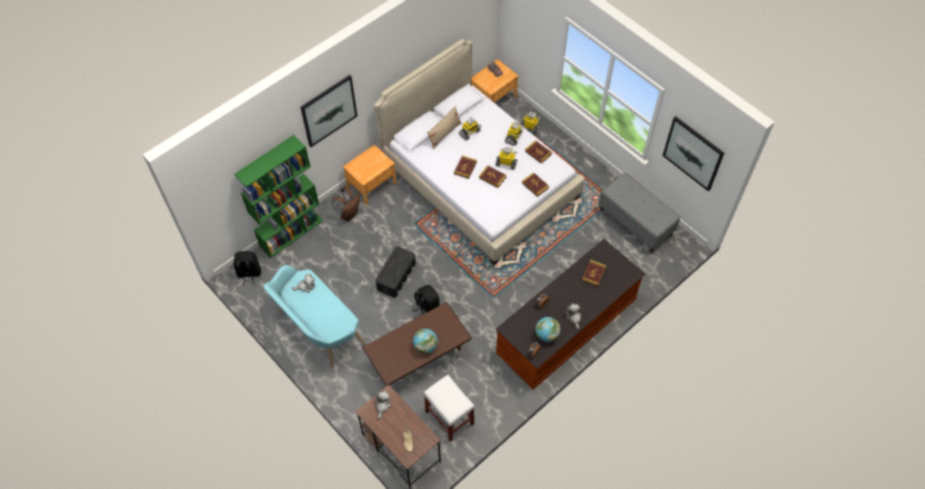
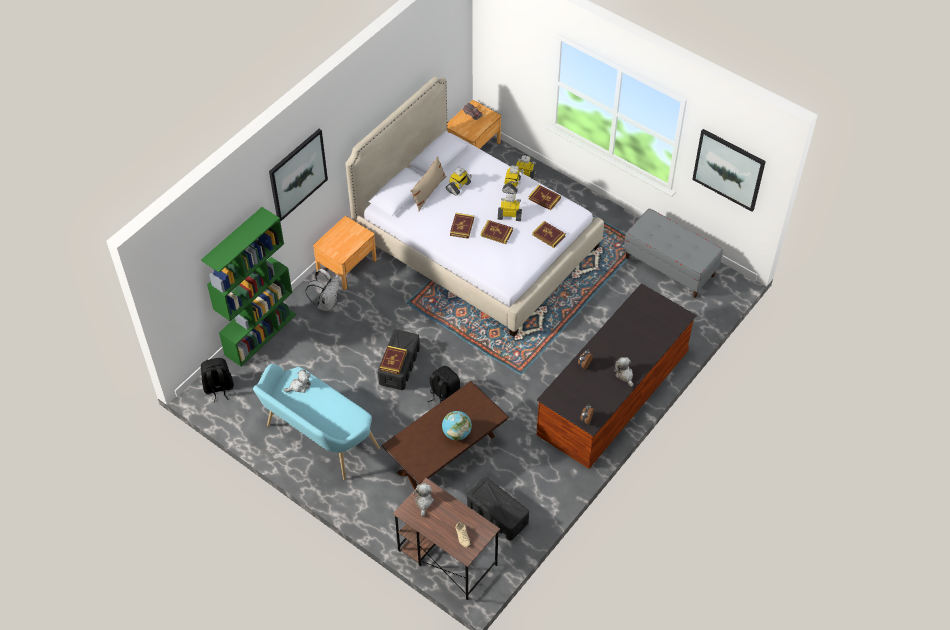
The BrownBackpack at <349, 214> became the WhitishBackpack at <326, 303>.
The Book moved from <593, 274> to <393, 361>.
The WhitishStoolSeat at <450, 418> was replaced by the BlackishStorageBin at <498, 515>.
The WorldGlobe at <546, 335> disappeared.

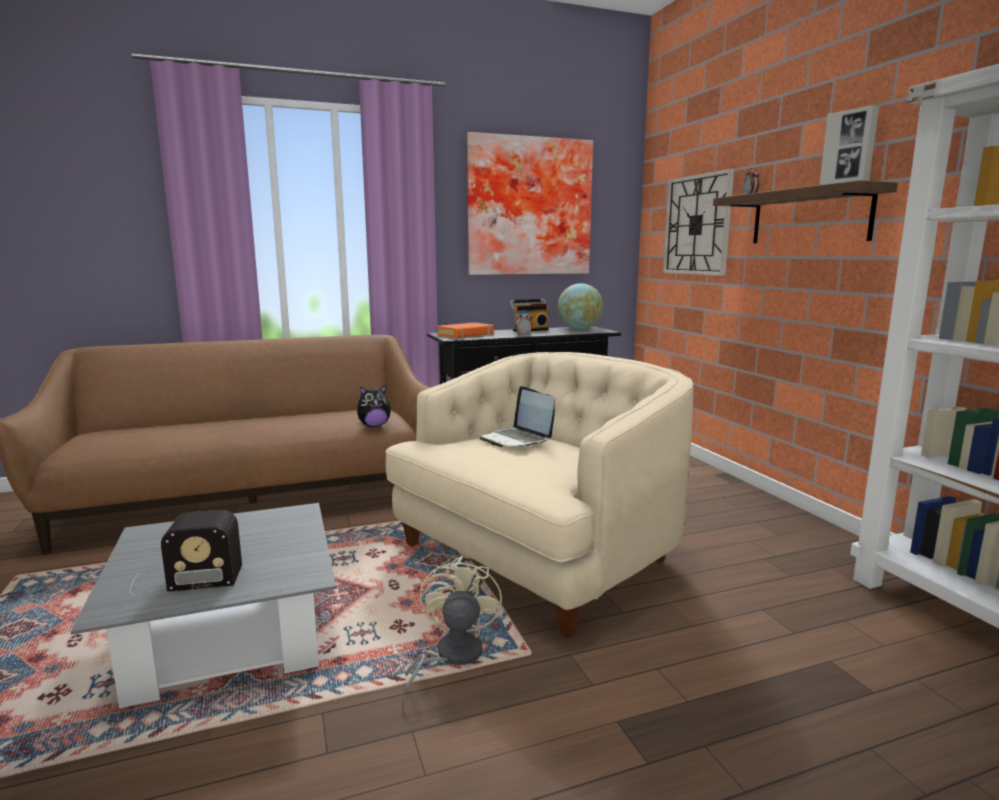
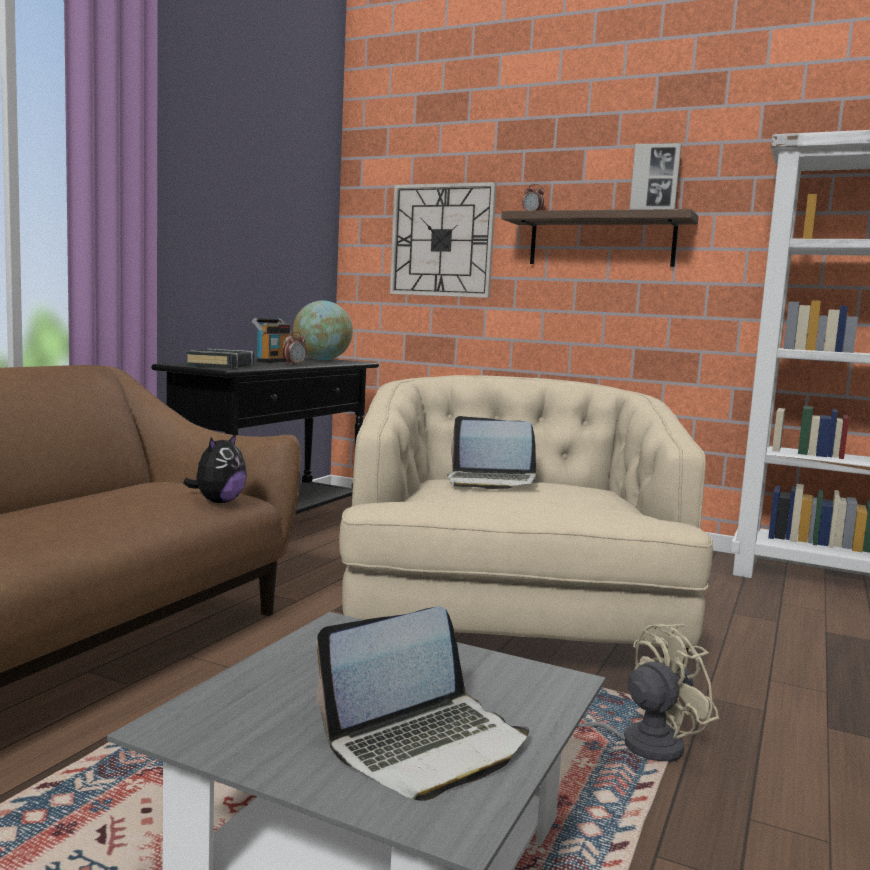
The OrangeColouredBook at <465, 334> became the BlackishBook at <221, 365>.
The RadioReceiver at <183, 578> was replaced by the PortableComputer at <426, 745>.
The BeigeElectricFan at <450, 657> turned 105 degrees clockwise.
The Picture at <528, 207> disappeared.

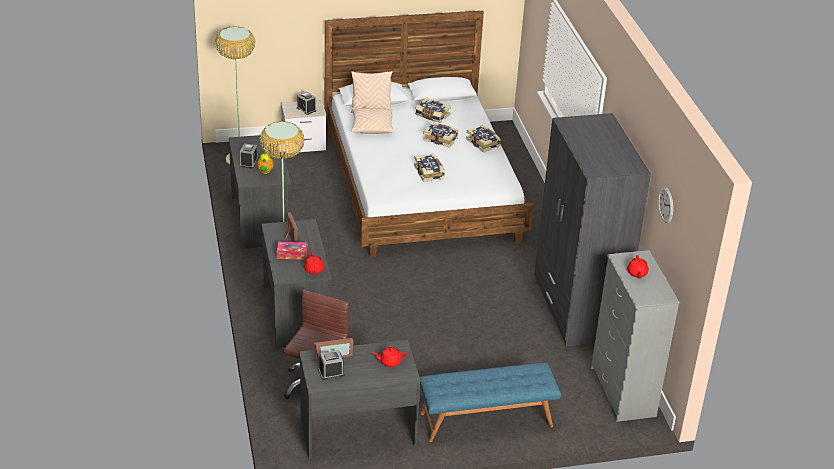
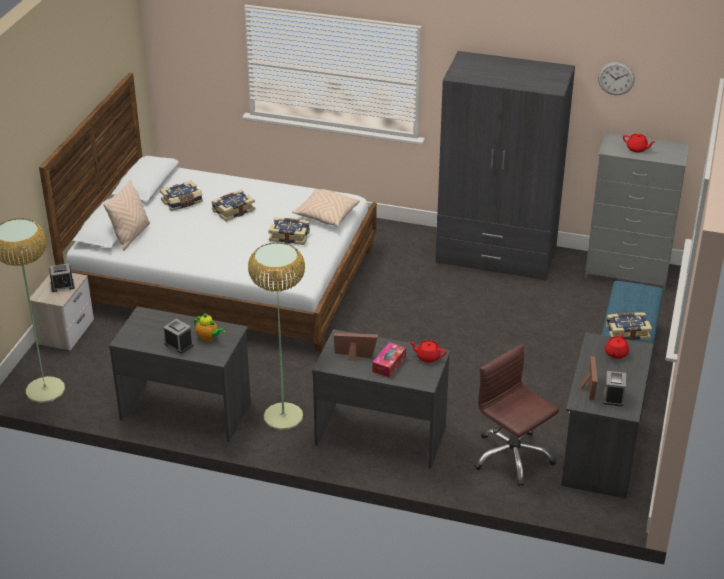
The BeigePillow moved from <372, 127> to <326, 215>.
The Book moved from <483, 143> to <627, 332>.

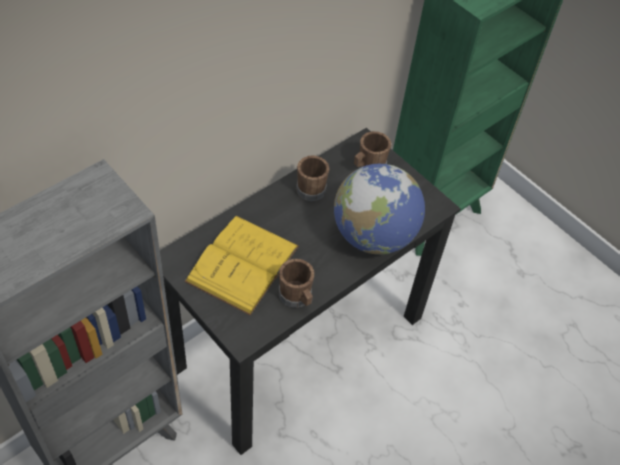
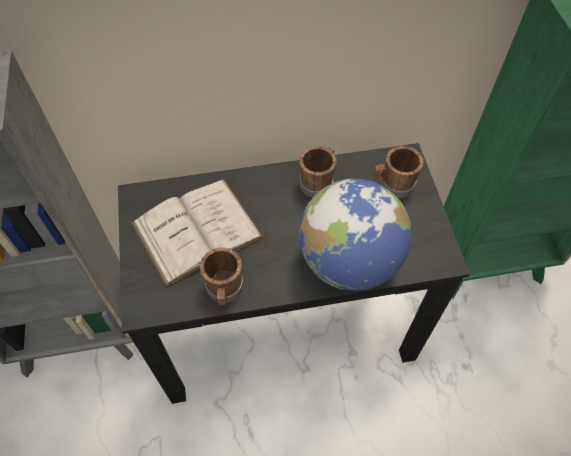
The YellowishBook at <243, 264> became the WhitishBook at <197, 230>.

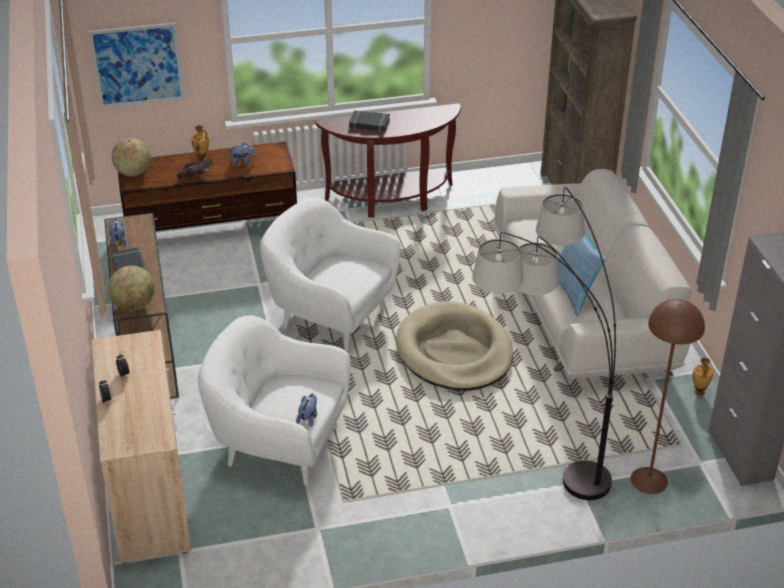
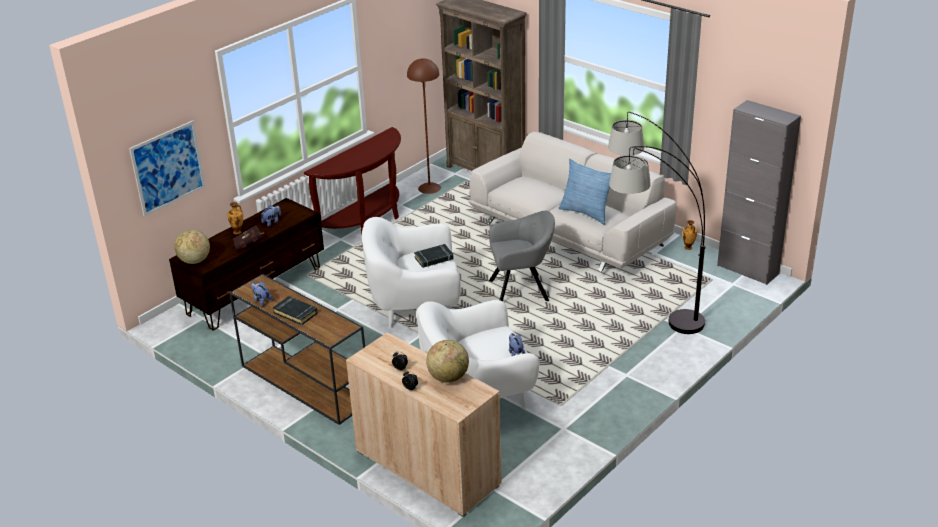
The BrownFloorLamp moved from <648, 480> to <429, 188>.
The BlackishBook moved from <369, 124> to <434, 258>.
The WorldGlobe moved from <134, 305> to <448, 377>.
The BeigePetBed at <454, 352> was replaced by the GreyishEasyChair at <521, 290>.

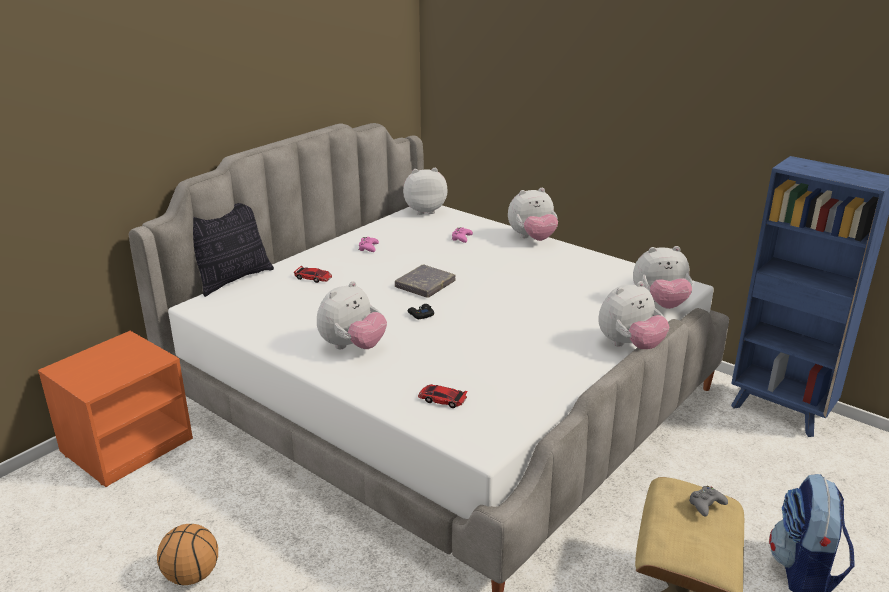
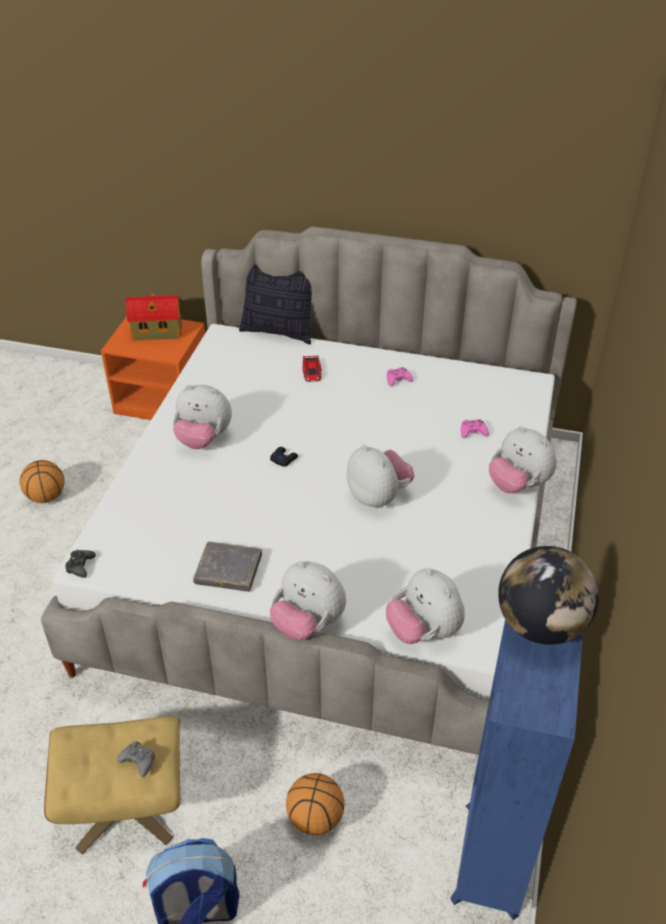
The BlackishJoypad at <80, 566> appeared.
The MiniatureHouse at <158, 333> appeared.
The GreyishBook moved from <425, 284> to <228, 569>.
The BallForBasketball at <314, 818> appeared.
The CuddlyToy moved from <424, 210> to <378, 496>.
The WorldGlobe at <541, 625> appeared.
The MiniatureCar at <442, 399> disappeared.

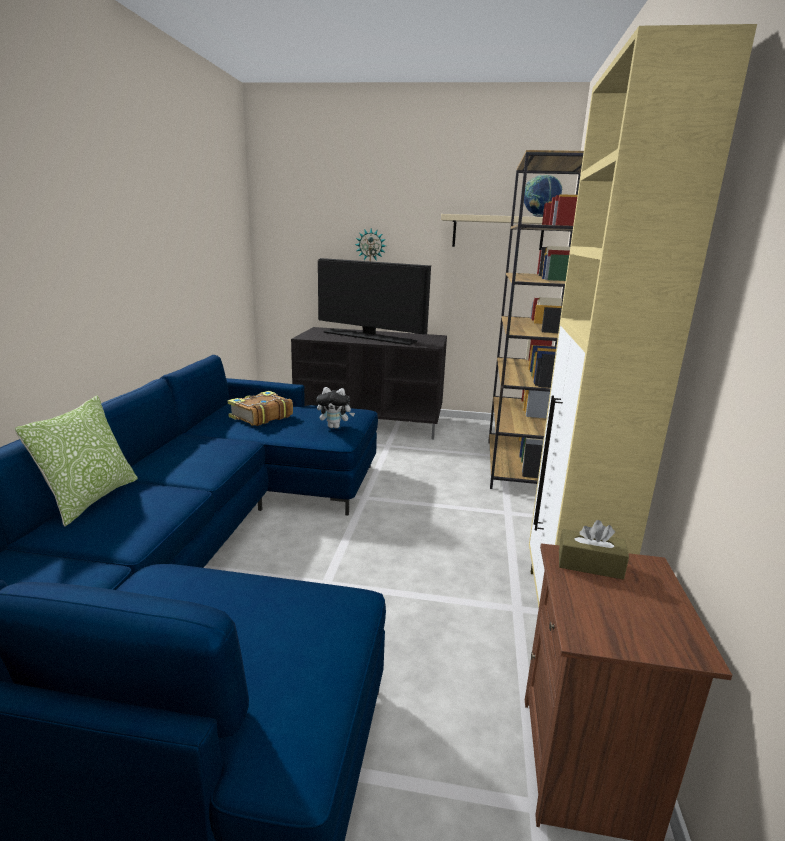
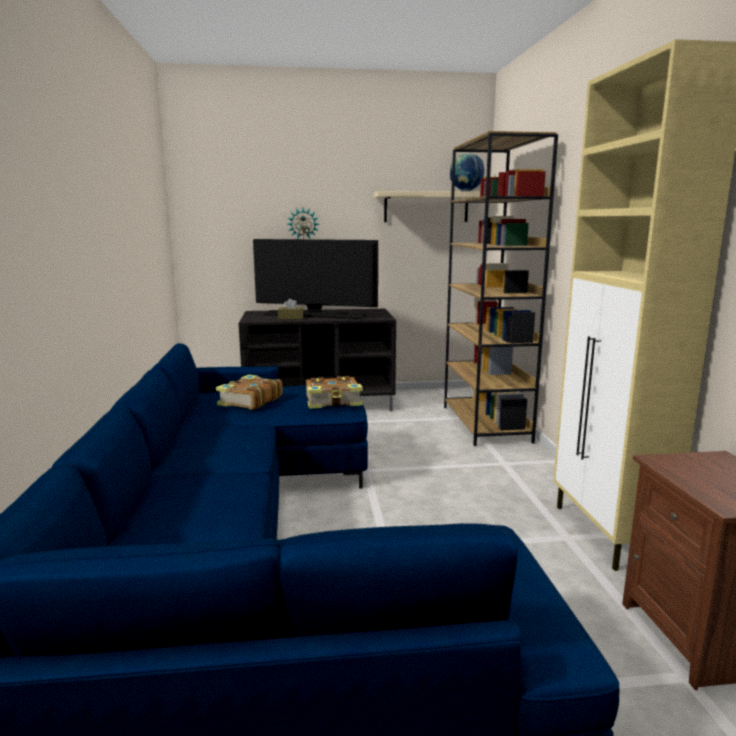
The BrownTissueHolder moved from <590, 564> to <291, 318>.
The CuddlyToy at <335, 427> was replaced by the Book at <334, 401>.
The Pillow at <91, 499> disappeared.

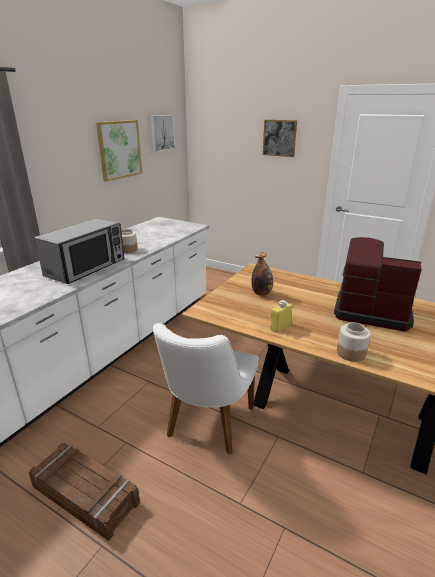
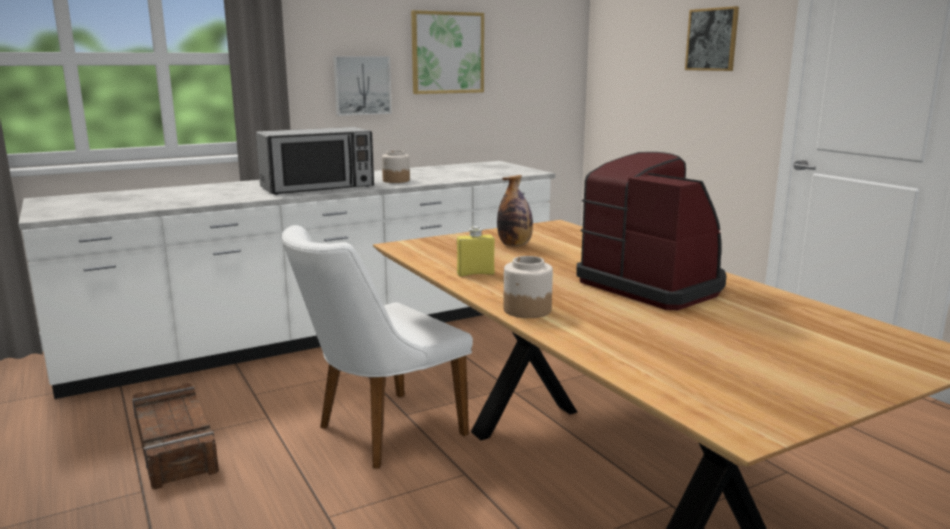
The Picture moved from <161, 133> to <361, 85>.

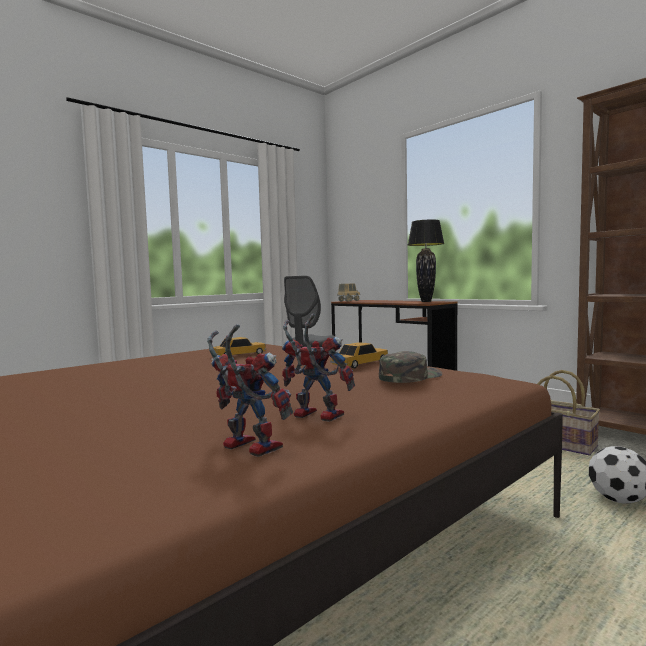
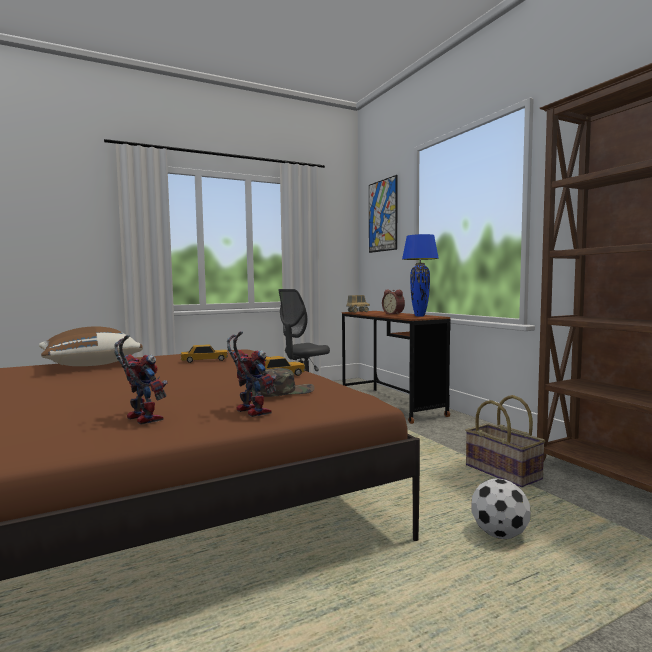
The BrownPillow at <90, 365> appeared.
The RobotFigure moved from <245, 447> to <249, 411>.
The Picture at <383, 215> appeared.
The BedsideClock at <394, 314> appeared.
The BlackishLampForATable at <425, 301> became the BlueColouredLampForATable at <419, 316>.

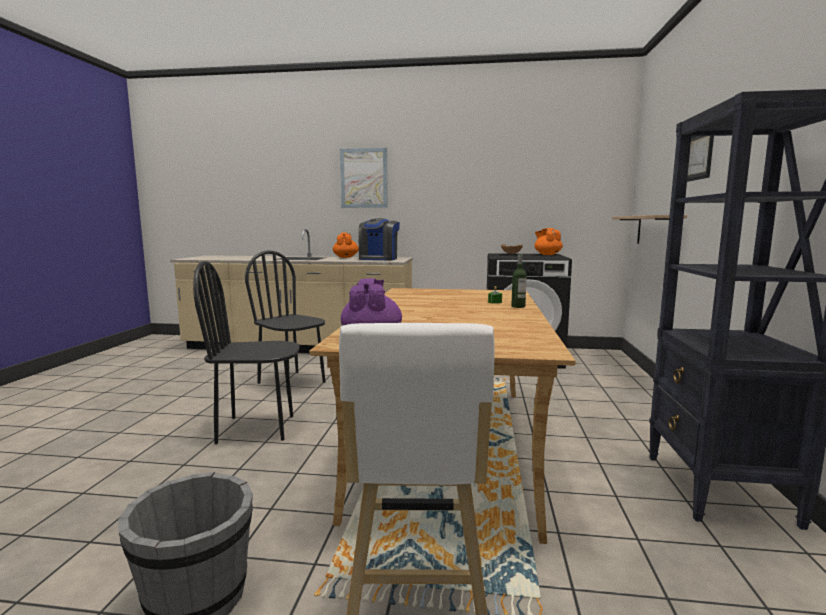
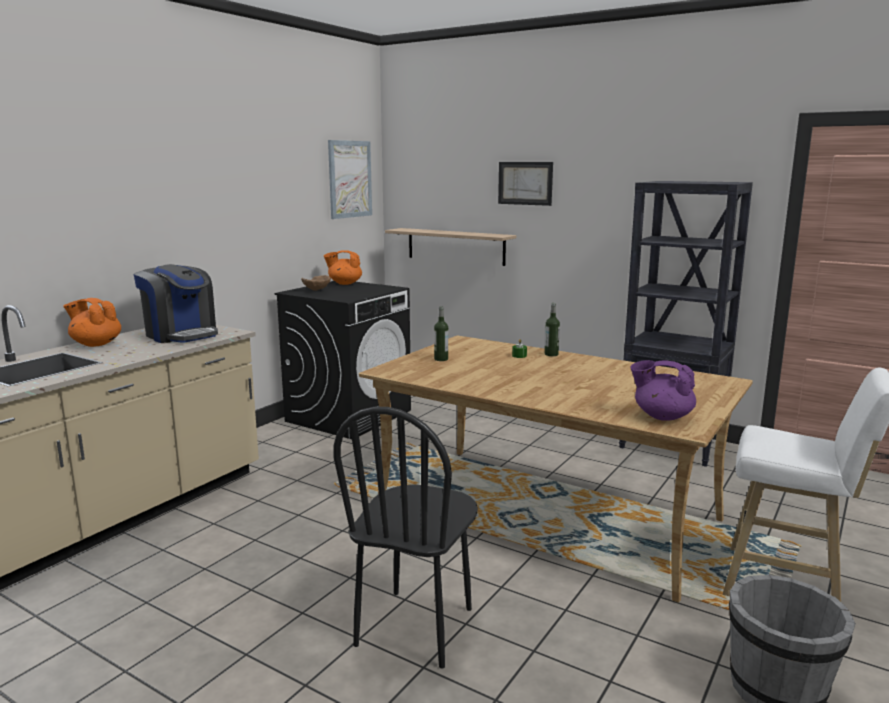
The Picture moved from <364, 178> to <350, 179>.
The Bottle at <441, 359> appeared.
The BlackishPlainChair at <292, 382> disappeared.

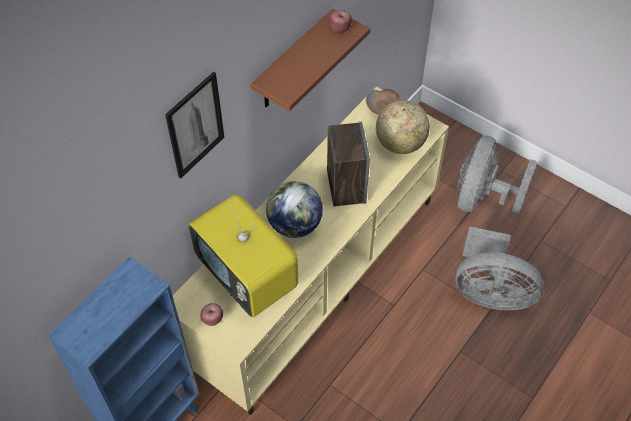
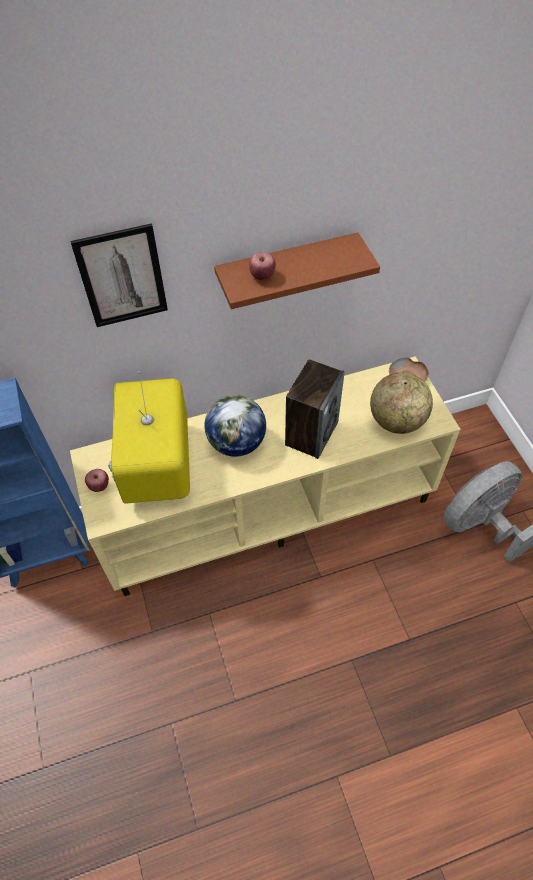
The AppleFruit moved from <340, 29> to <262, 276>.
The GreyishElectricFan at <489, 292> disappeared.

